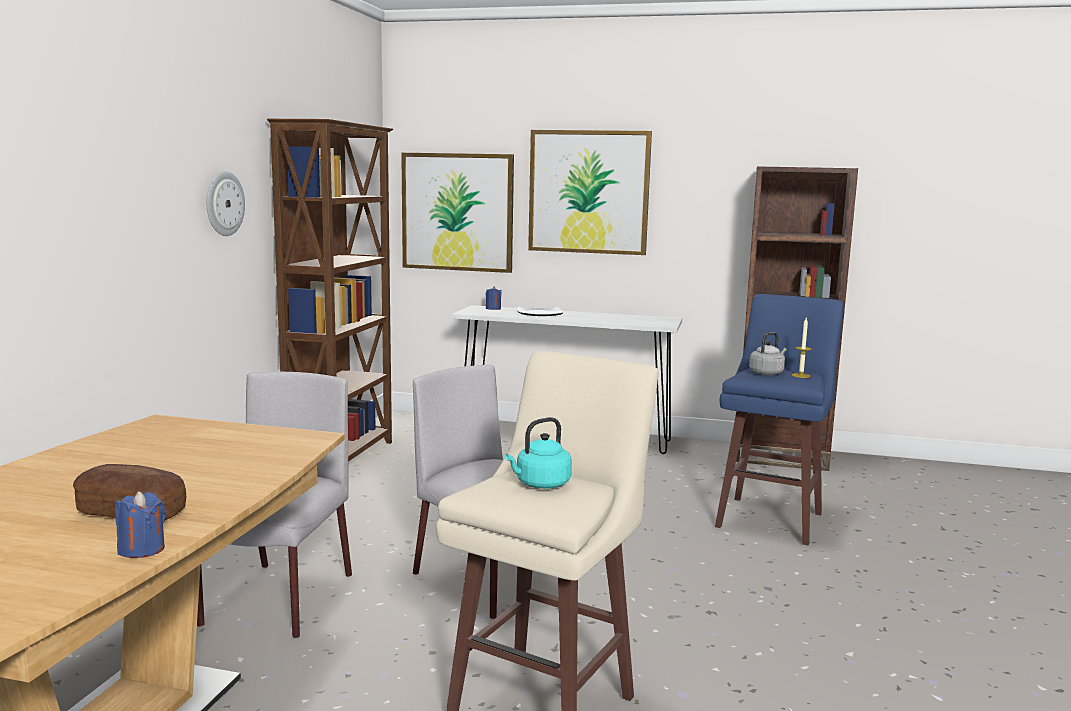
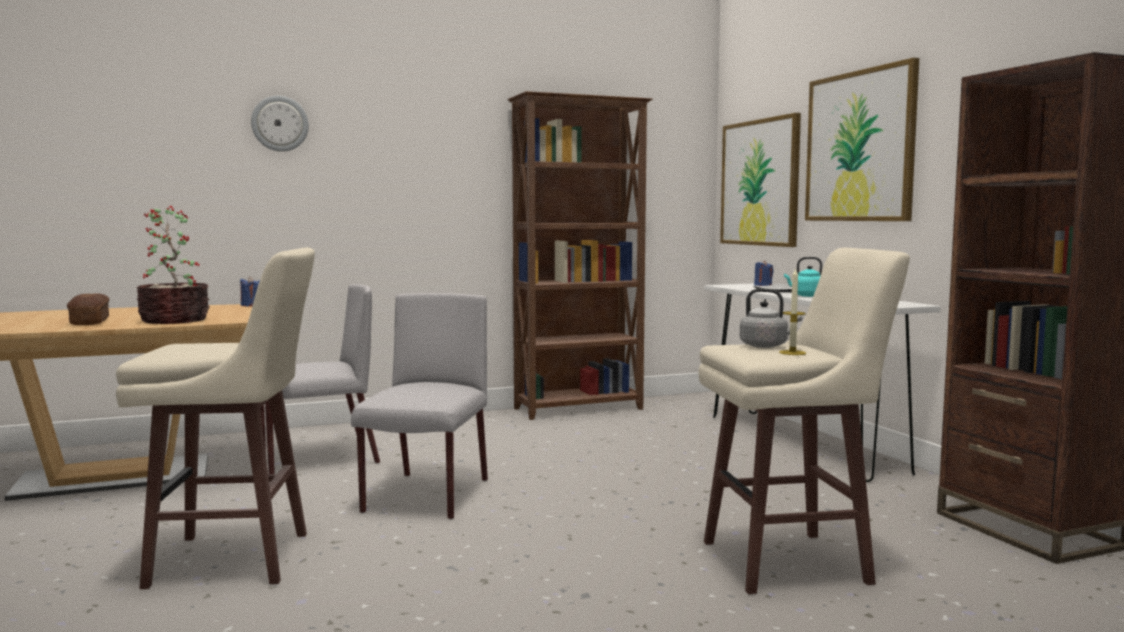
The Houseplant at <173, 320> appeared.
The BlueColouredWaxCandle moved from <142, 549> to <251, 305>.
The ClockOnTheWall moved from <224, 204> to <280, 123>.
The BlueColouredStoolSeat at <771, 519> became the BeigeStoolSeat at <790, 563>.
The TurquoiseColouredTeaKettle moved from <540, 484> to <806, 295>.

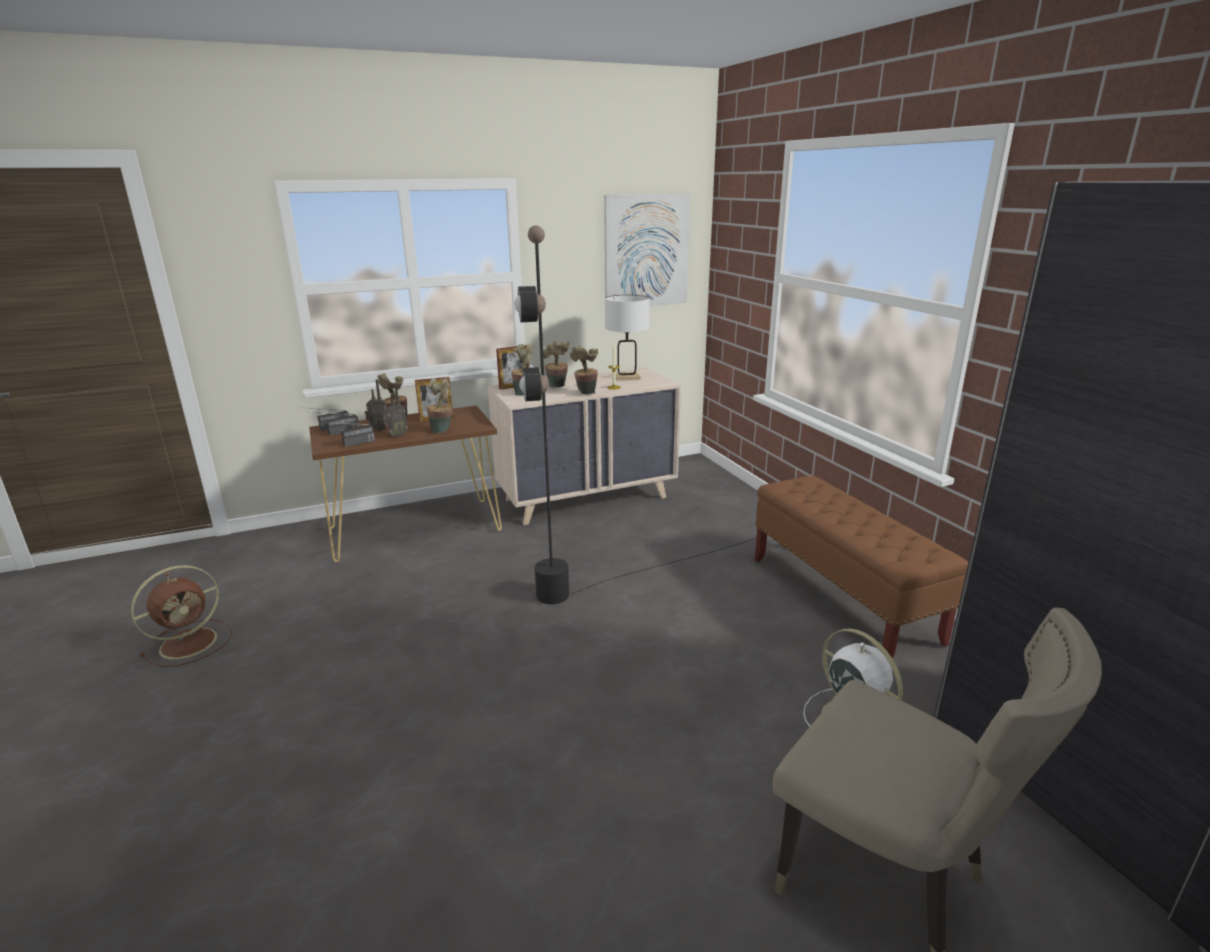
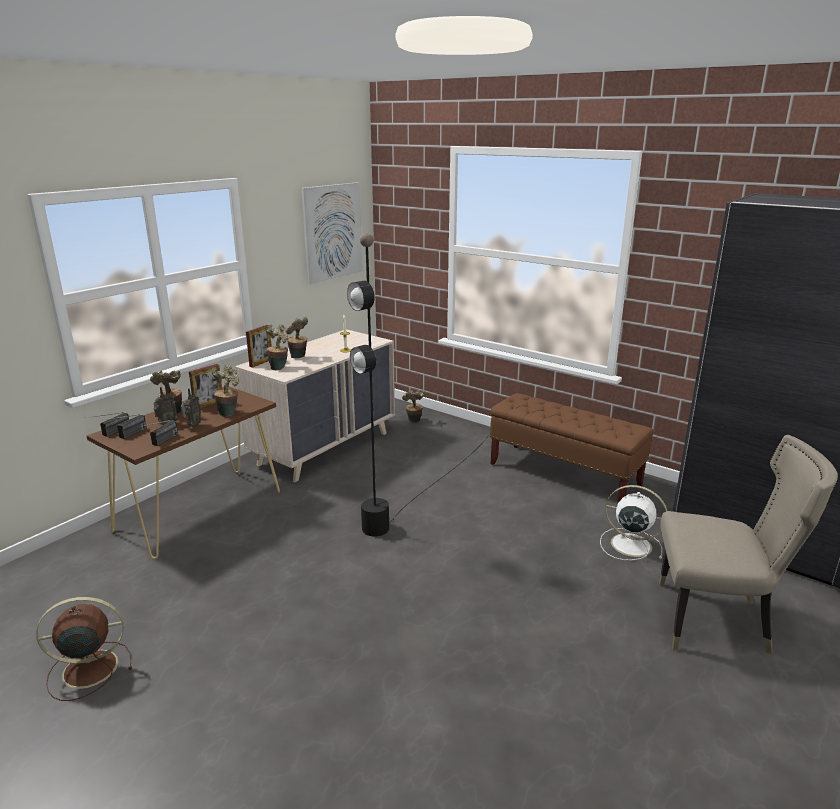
The BrownElectricFan at <191, 642> turned 120 degrees counterclockwise.
The Houseplant moved from <585, 394> to <414, 421>.
The WhitishLampForATable at <626, 377> disappeared.

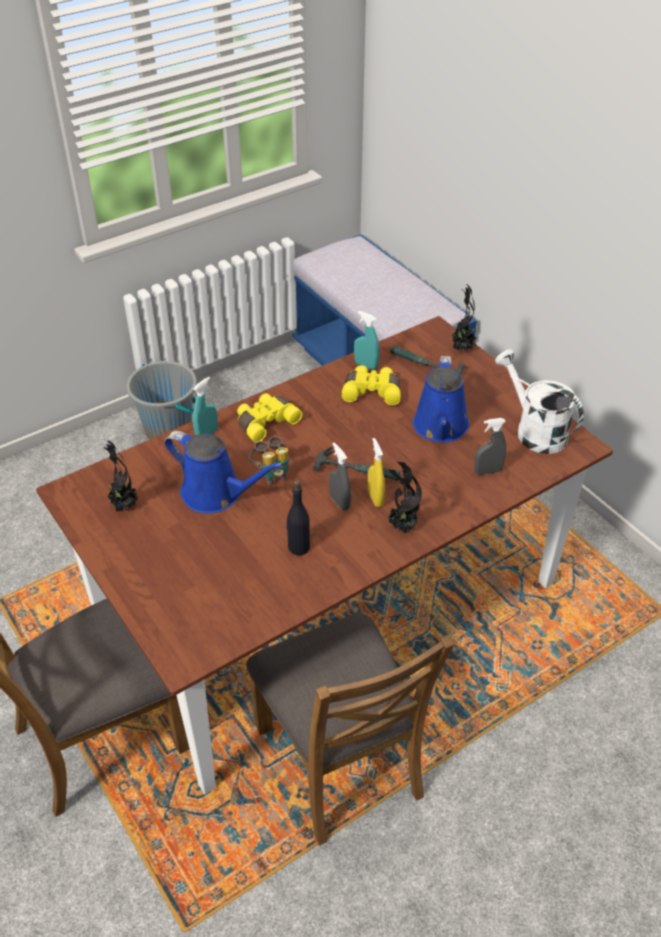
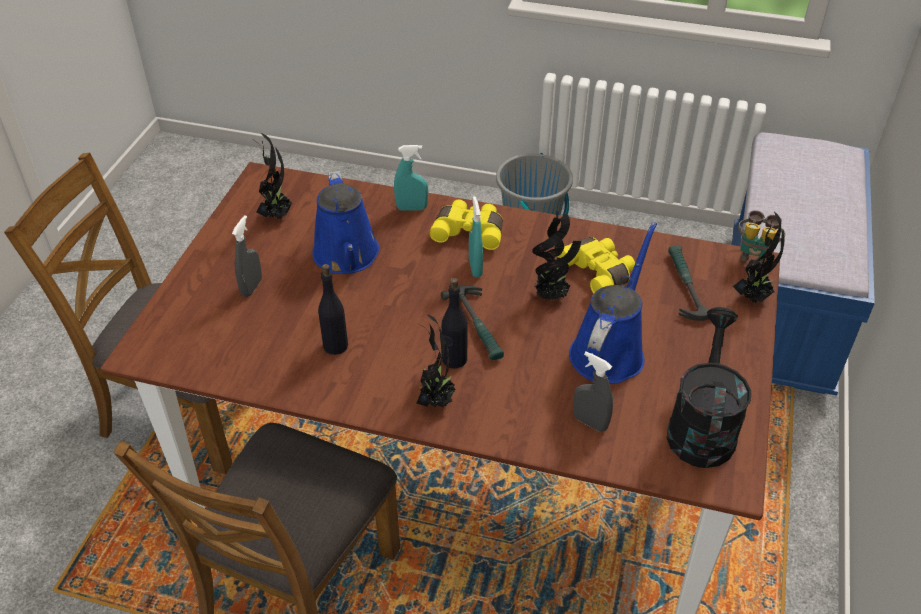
The GreyishSprayer moved from <339, 502> to <251, 287>.
The YellowishSprayer at <375, 498> was replaced by the BlackishBottle at <454, 360>.
The TurquoiseColouredSprayer moved from <366, 365> to <475, 268>.
The Houseplant at <552, 296> appeared.
The BlueColouredWateringPot at <441, 428> turned 150 degrees clockwise.
The WhitishWateringPot at <534, 430> became the BlackishWateringPot at <701, 426>.
The Binoculars moved from <272, 474> to <754, 254>.

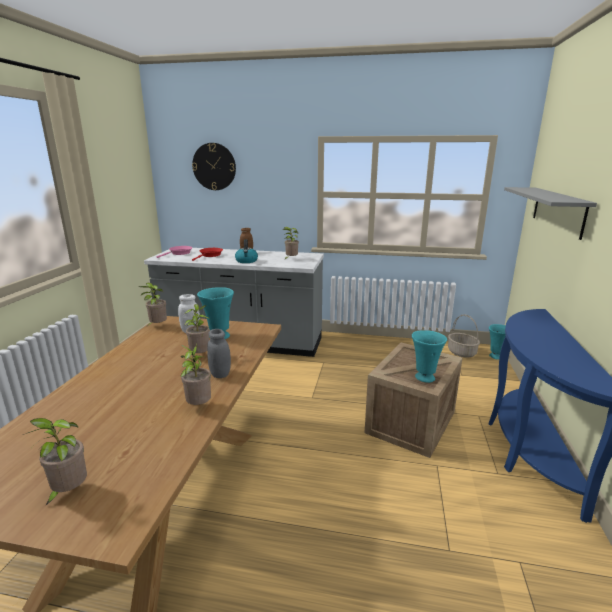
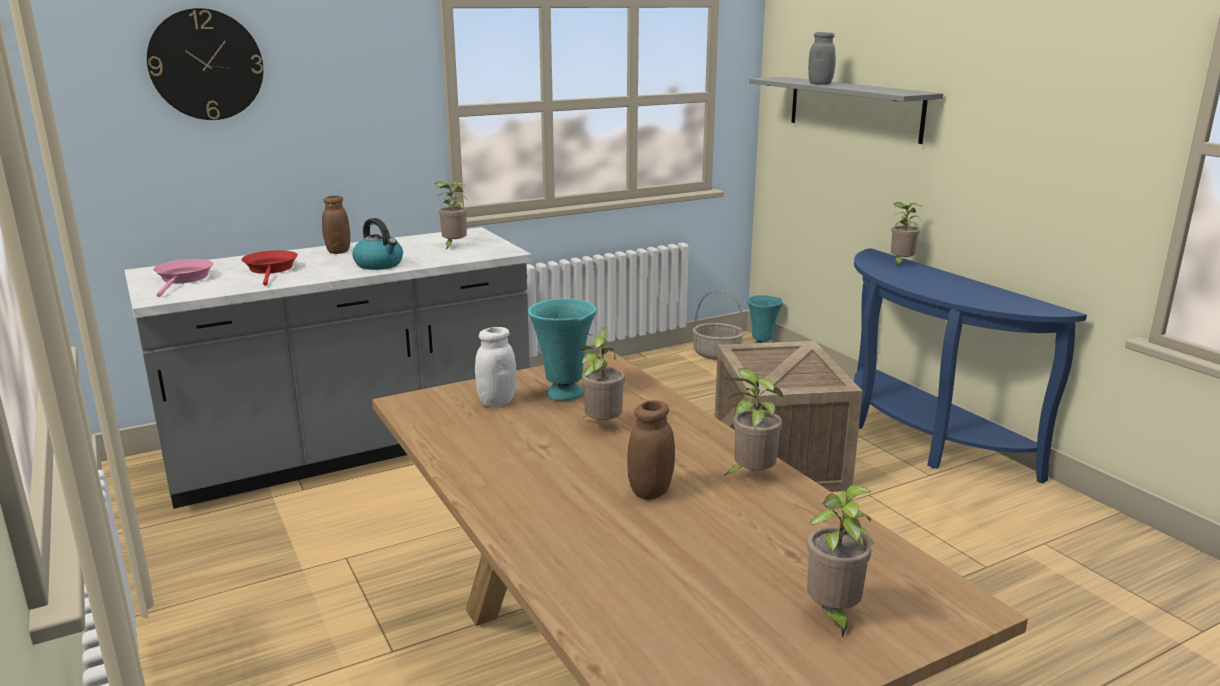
The BrownStorageJar at <650, 491> appeared.
The GreyishStorageJar moved from <220, 374> to <820, 84>.
The Houseplant moved from <157, 326> to <900, 263>.
The TurquoiseColouredVase at <424, 377> disappeared.

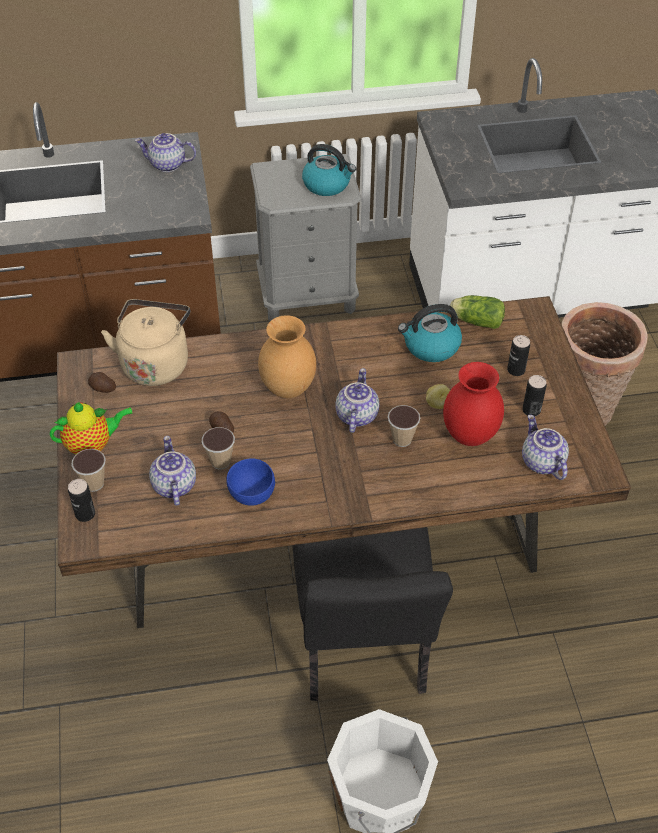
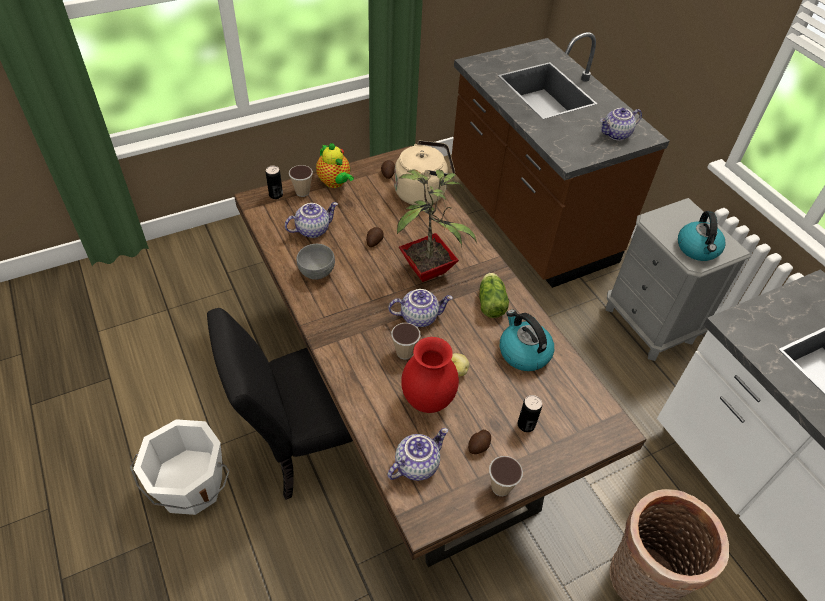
The BlueColouredServingBowl at <252, 494> became the GreyishServingBowl at <317, 272>.
The BrownVase at <287, 389> was replaced by the Houseplant at <429, 269>.
The Can at <531, 410> was replaced by the WholePotato at <479, 446>.
The HeadOfLettuce moved from <475, 321> to <491, 302>.
The SmallCup moved from <220, 462> to <500, 487>.
The TeaPot at <167, 165> turned 105 degrees counterclockwise.

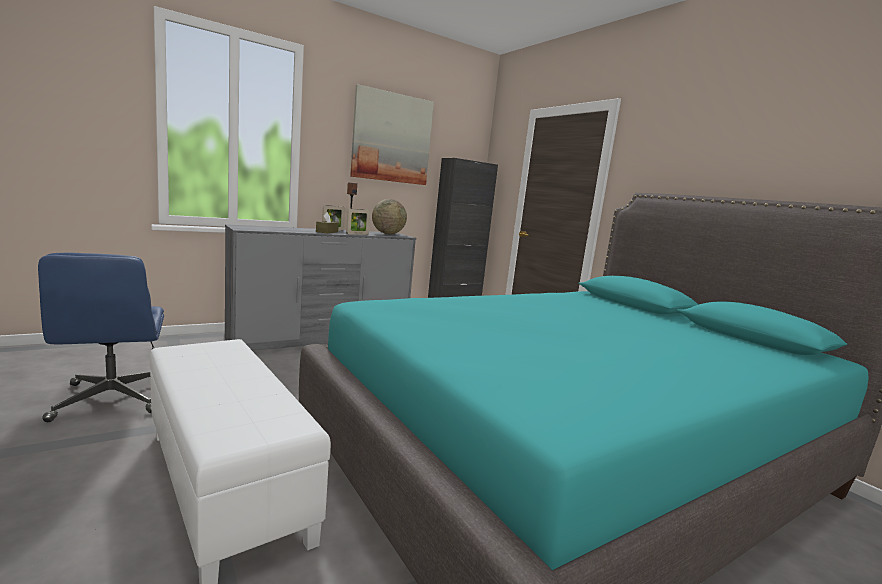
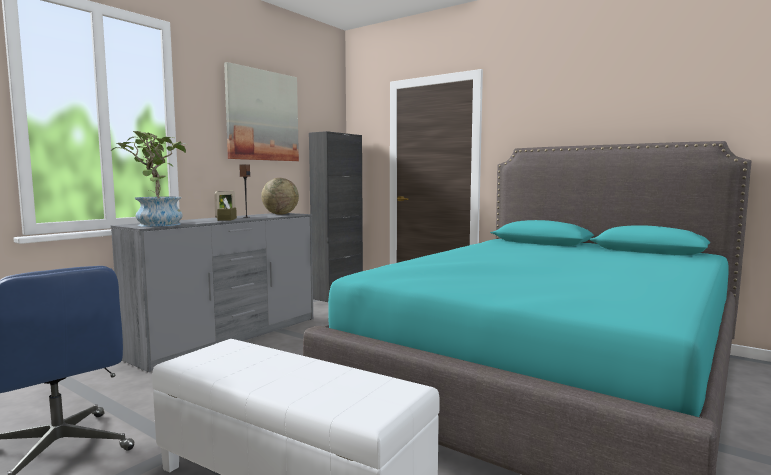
The Houseplant at <156, 224> appeared.
The PhotoFrame at <357, 234> disappeared.

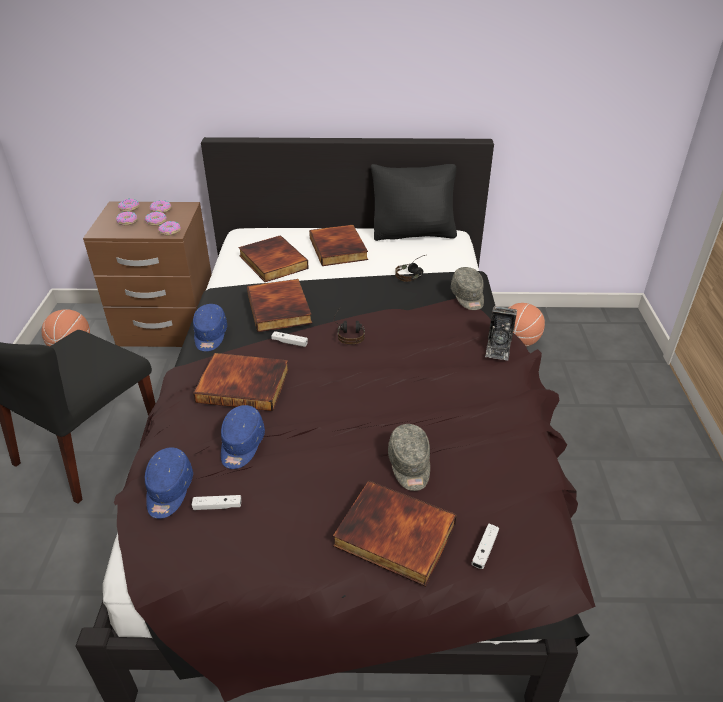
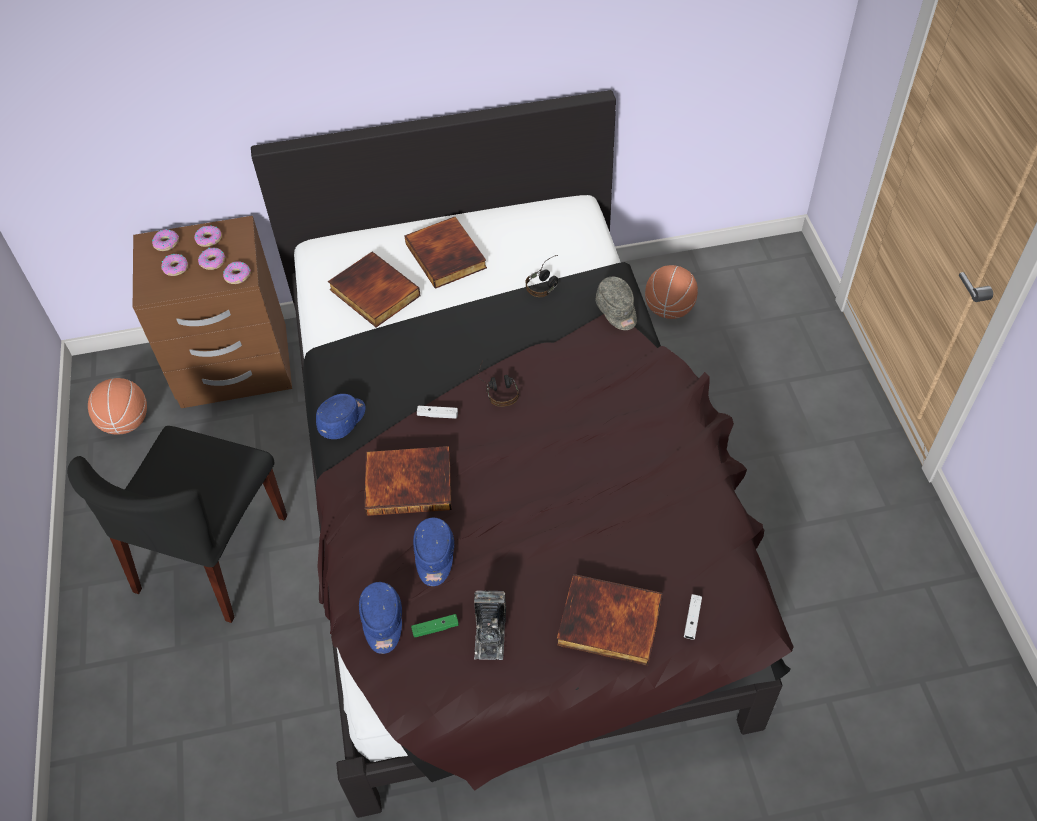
The BlueColouredBaseballCap at <210, 336> turned 135 degrees counterclockwise.
The WhitishJoypad at <217, 506> became the GreenJoypad at <435, 628>.
The StillCamera moved from <498, 346> to <490, 634>.
The Book at <280, 309> disappeared.
The BlackishPillow at <414, 234> disappeared.
The GreyishBaseballCap at <409, 465> disappeared.

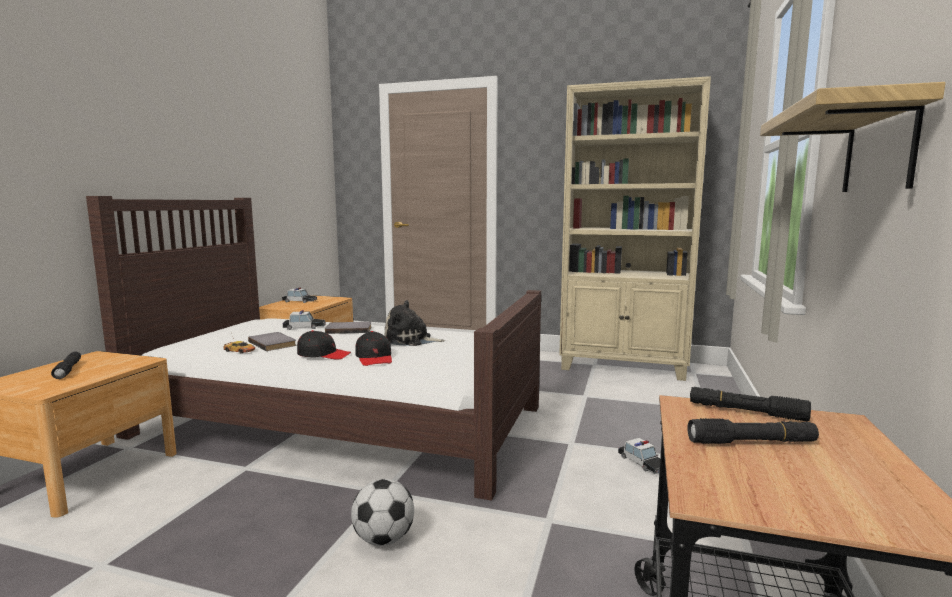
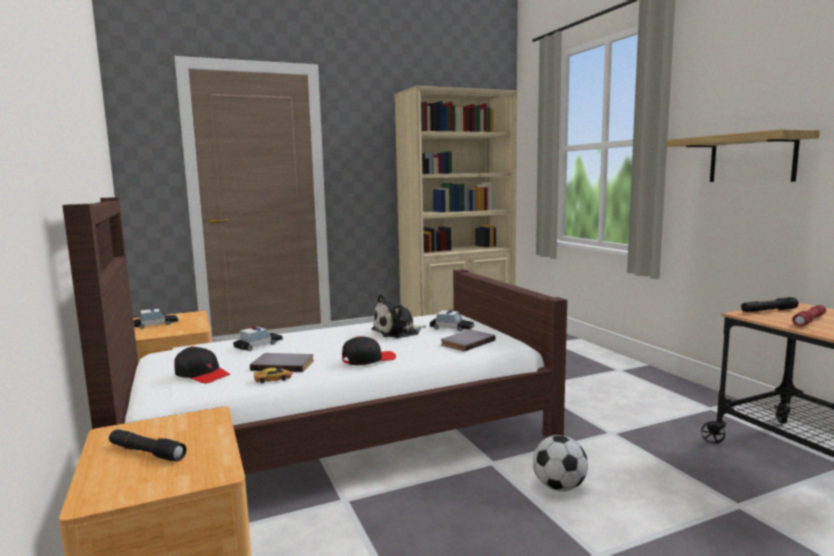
The BlackishBaseballCap moved from <374, 358> to <202, 374>.
The MiniatureCar moved from <642, 463> to <452, 328>.
The GreyishBook moved from <349, 329> to <466, 342>.
The BlackishFlashlight at <751, 442> became the RedColouredFlashlight at <809, 321>.

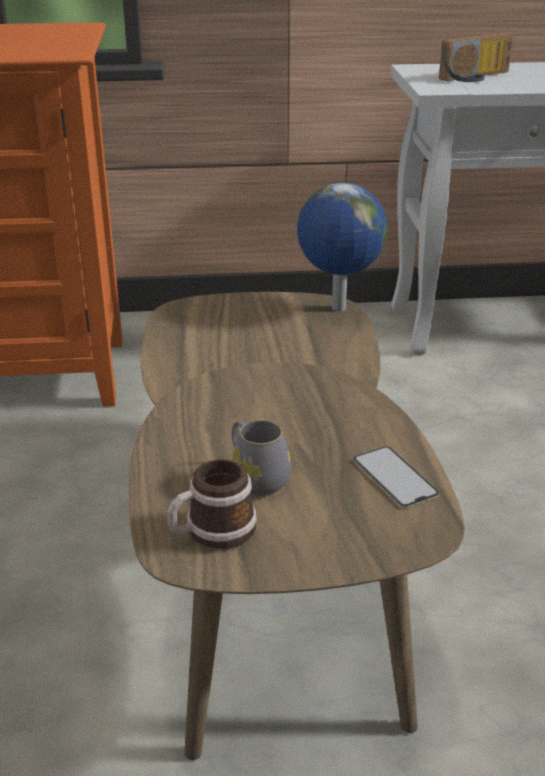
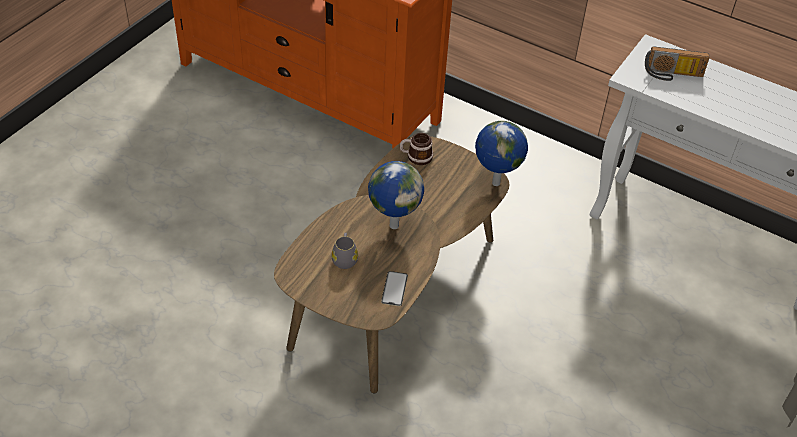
The WorldGlobe at <393, 225> appeared.
The CoffeeMug moved from <212, 532> to <416, 157>.

